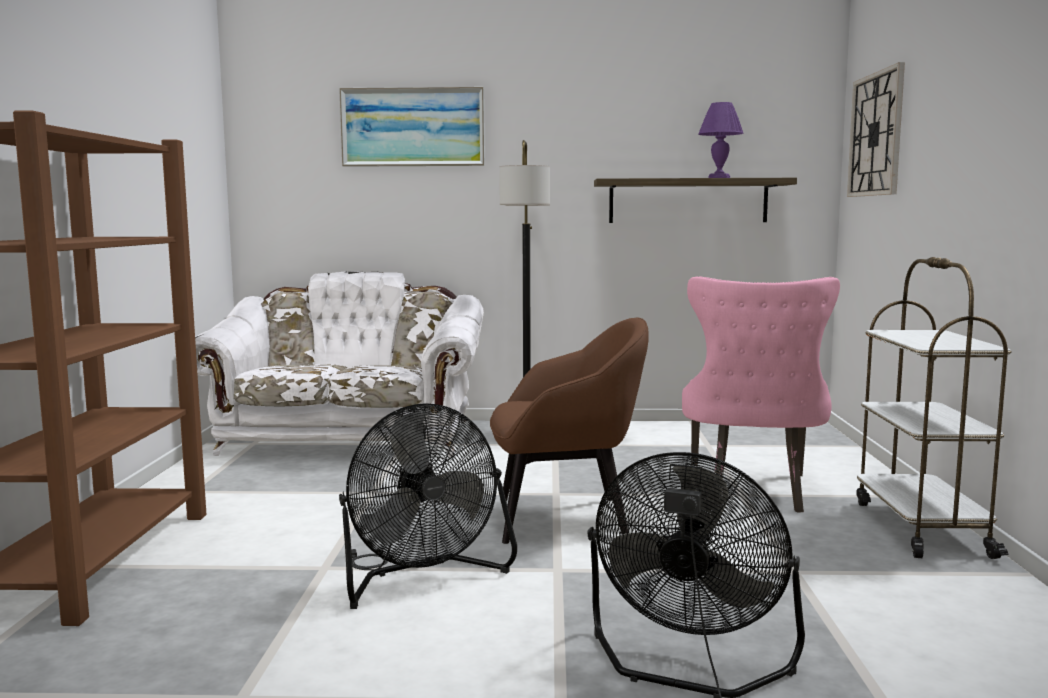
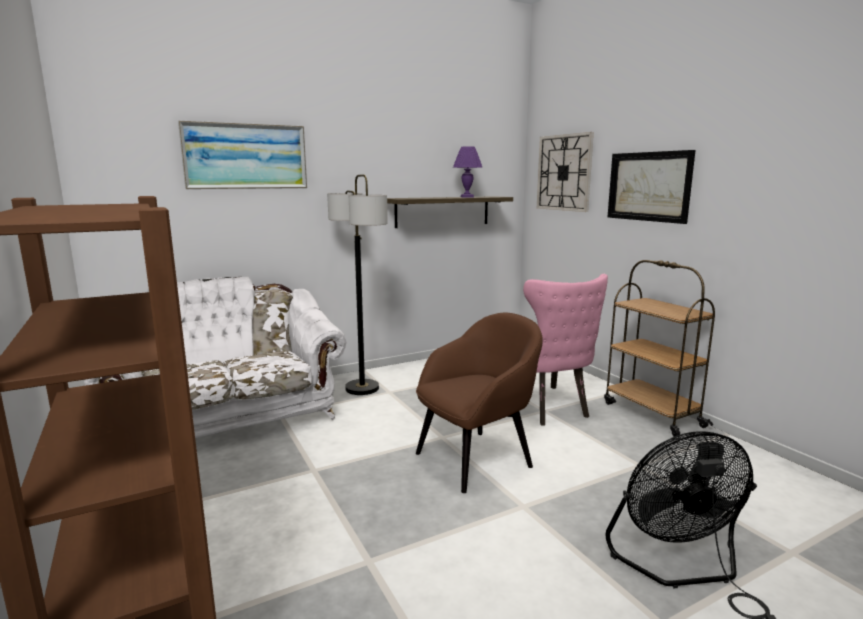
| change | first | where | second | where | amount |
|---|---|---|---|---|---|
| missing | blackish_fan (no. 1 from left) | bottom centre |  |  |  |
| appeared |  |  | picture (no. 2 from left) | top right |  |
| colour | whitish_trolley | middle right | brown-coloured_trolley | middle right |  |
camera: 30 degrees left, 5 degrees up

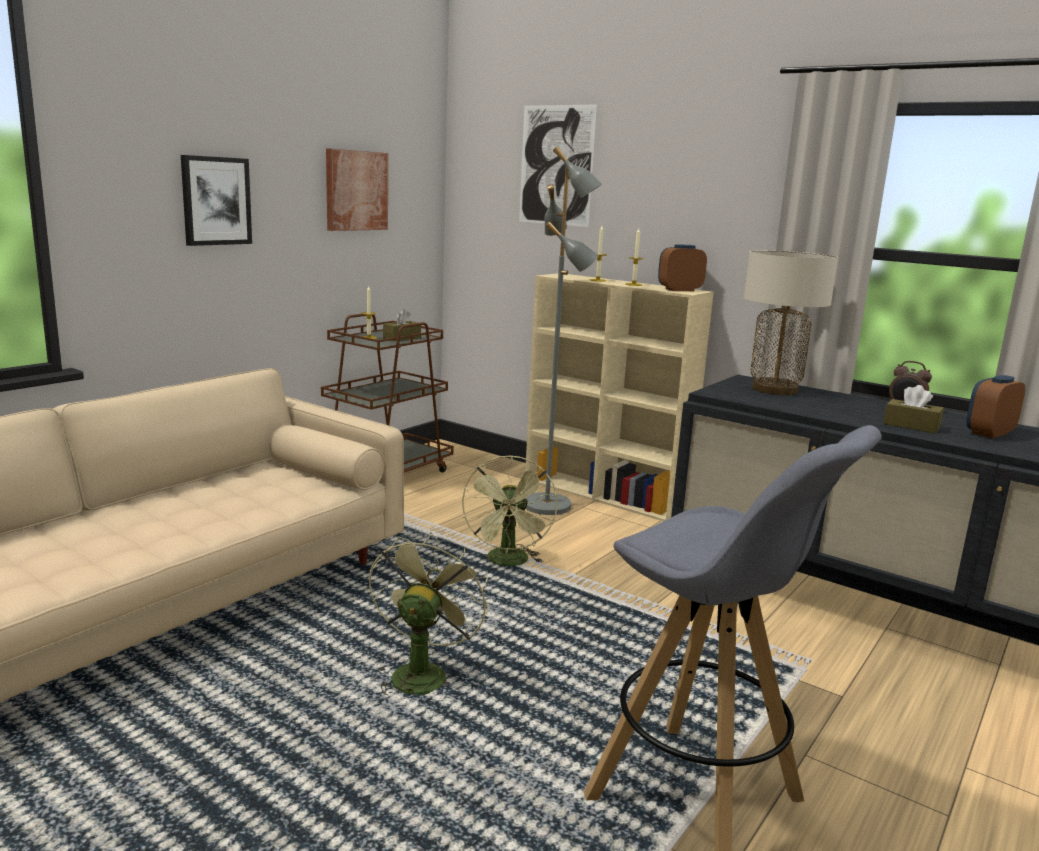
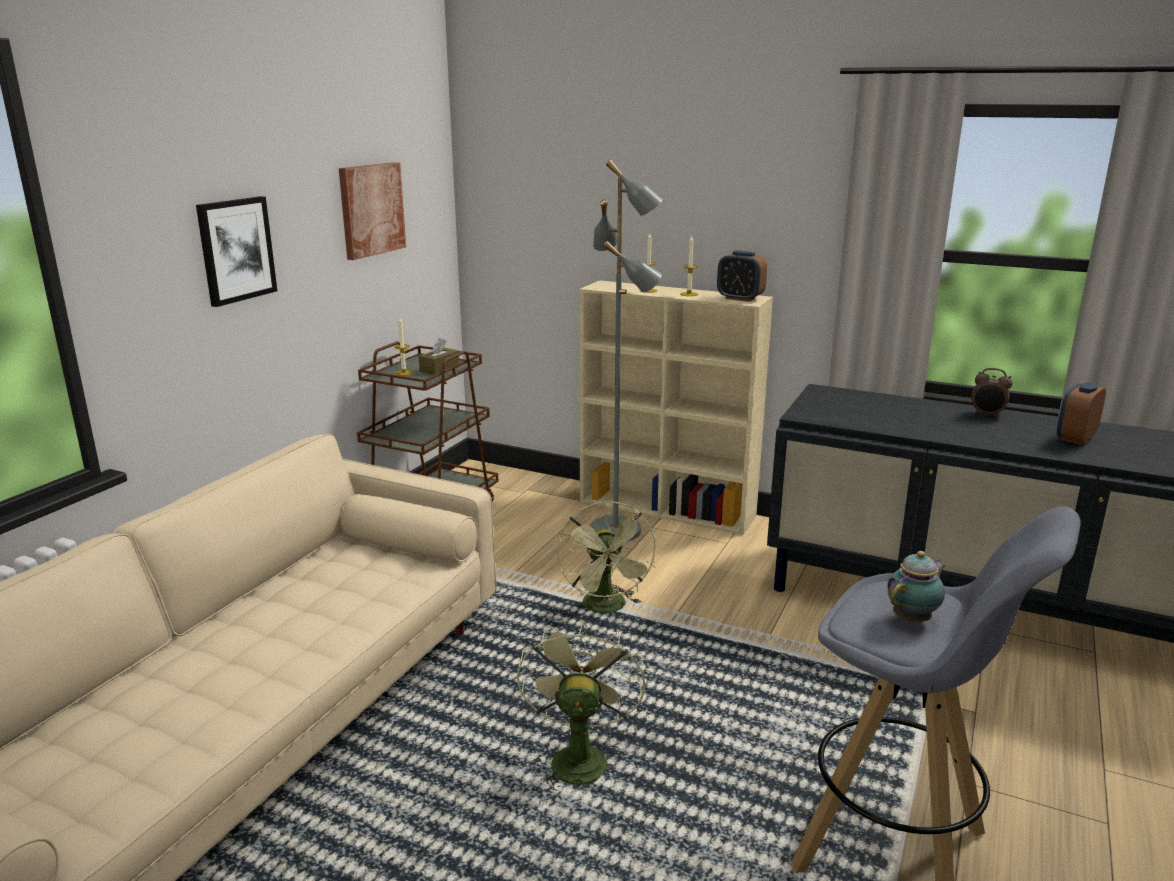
| change | first | where | second | where | amount |
|---|---|---|---|---|---|
| missing | picture (no. 3 from left) | top centre |  |  |  |
| missing | tabletop_lamp | middle right |  |  |  |
| missing | brown-coloured_tissue_holder (no. 2 from left) | middle right |  |  |  |
| appeared |  |  | tea_pot | middle right |  |
| spun | alarm_clock (no. 1 from left) | top centre |  | top centre | 120 degrees counterclockwise |
camera: 10 degrees left, 5 degrees up

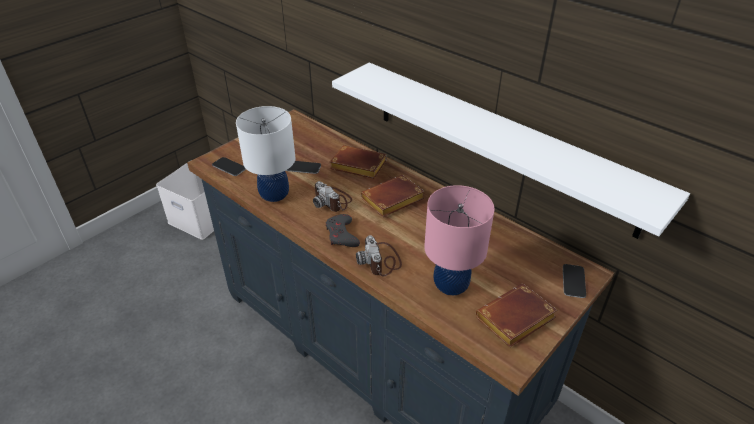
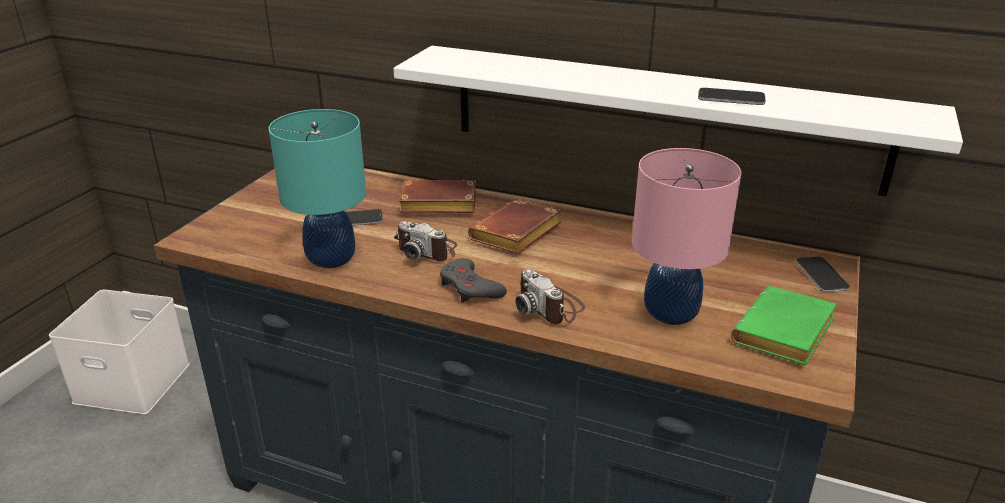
| change | first | where | second | where | amount |
|---|---|---|---|---|---|
| relocated | phone (no. 1 from left in the first image) | middle left | phone (no. 2 from left) | top right |  |
| colour | whitish_tabletop_lamp | centre | turquoise_tabletop_lamp | middle left |  |
| colour | brown-coloured_volume (no. 3 from left) | bottom right | green_volume | middle right |  |
camera: 20 degrees left, 10 degrees down

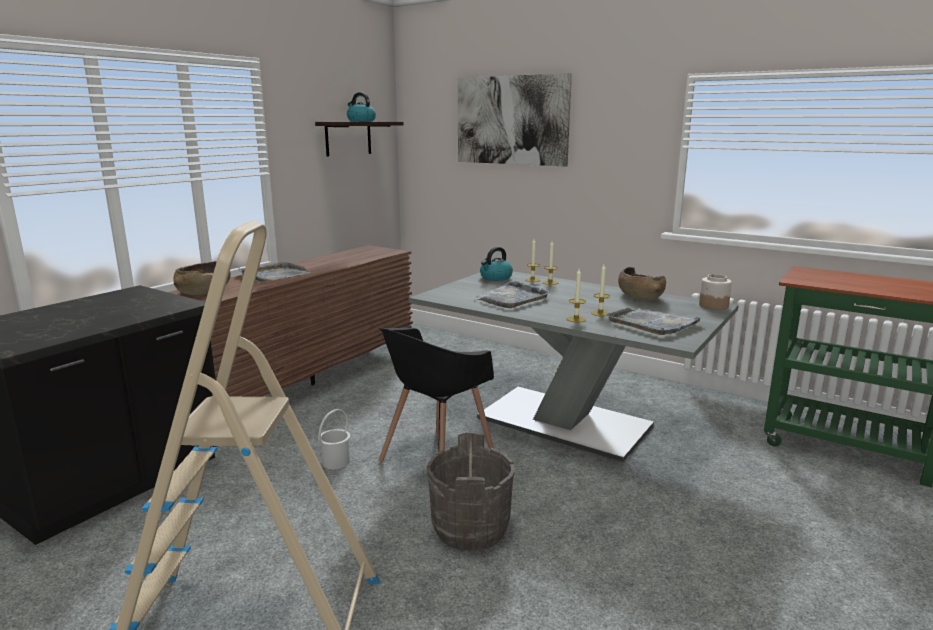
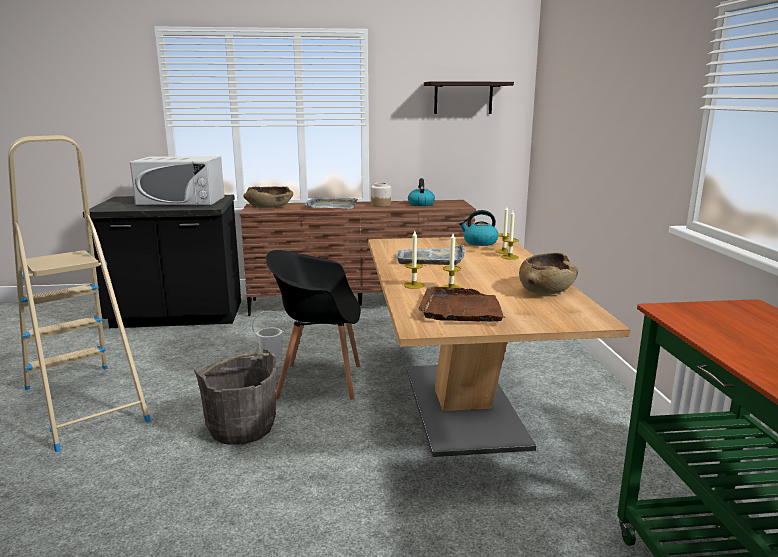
| change | first | where | second | where | amount |
|---|---|---|---|---|---|
| missing | picture | top centre |  |  |  |
| appeared |  |  | whitish_kitchen_microwave | top left |  |
| relocated | tea_kettle (no. 1 from left) | top centre |  | centre |  |
| relocated | jar | middle right |  | centre |  |
| colour | grey_dinner_table | centre | brown-coloured_dinner_table | centre |  |
| colour | grey_carrying_tray (no. 3 from left) | middle right | brown-coloured_carrying_tray | centre |  |
camera: 50 degrees right, 0 degrees up

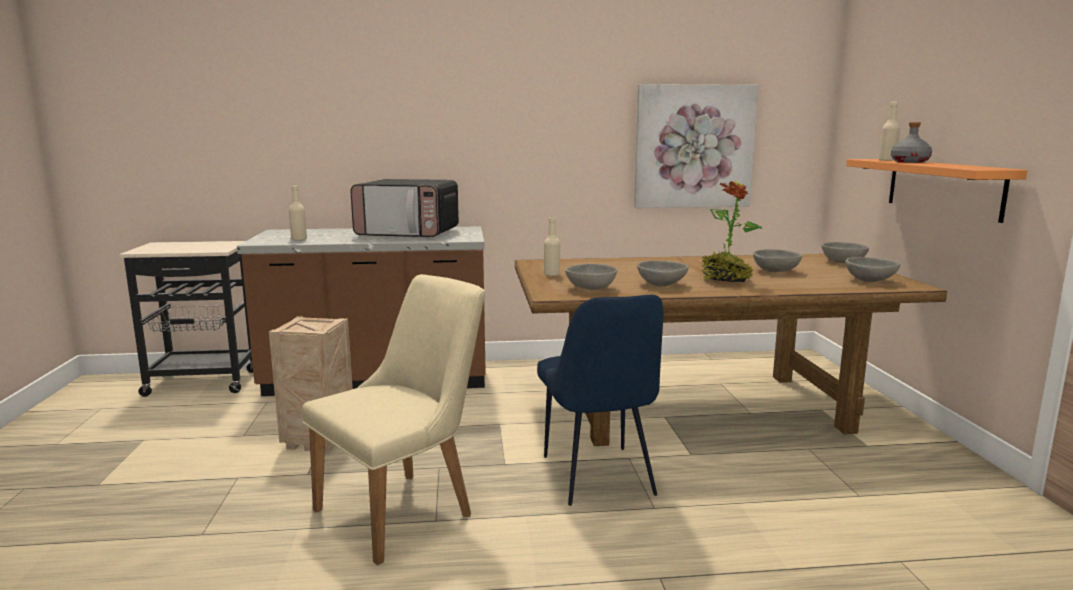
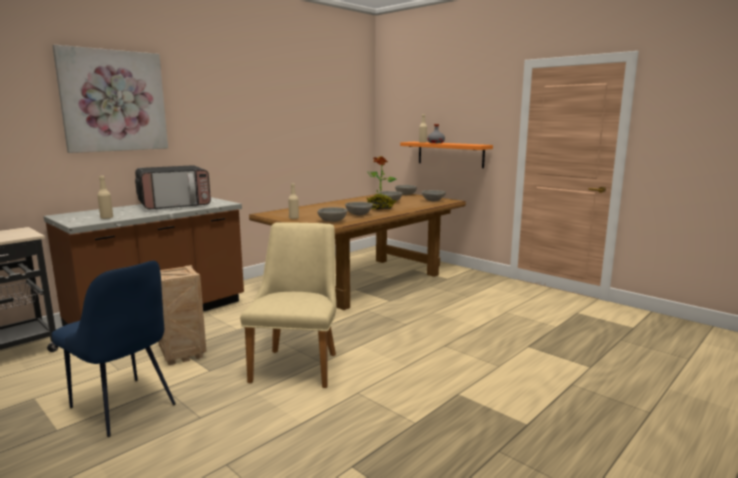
| change | first | where | second | where | amount |
|---|---|---|---|---|---|
| relocated | bluish_upright_chair | bottom centre |  | bottom left |  |
| relocated | picture | top centre |  | top left |  |
camera: 40 degrees left, 0 degrees up

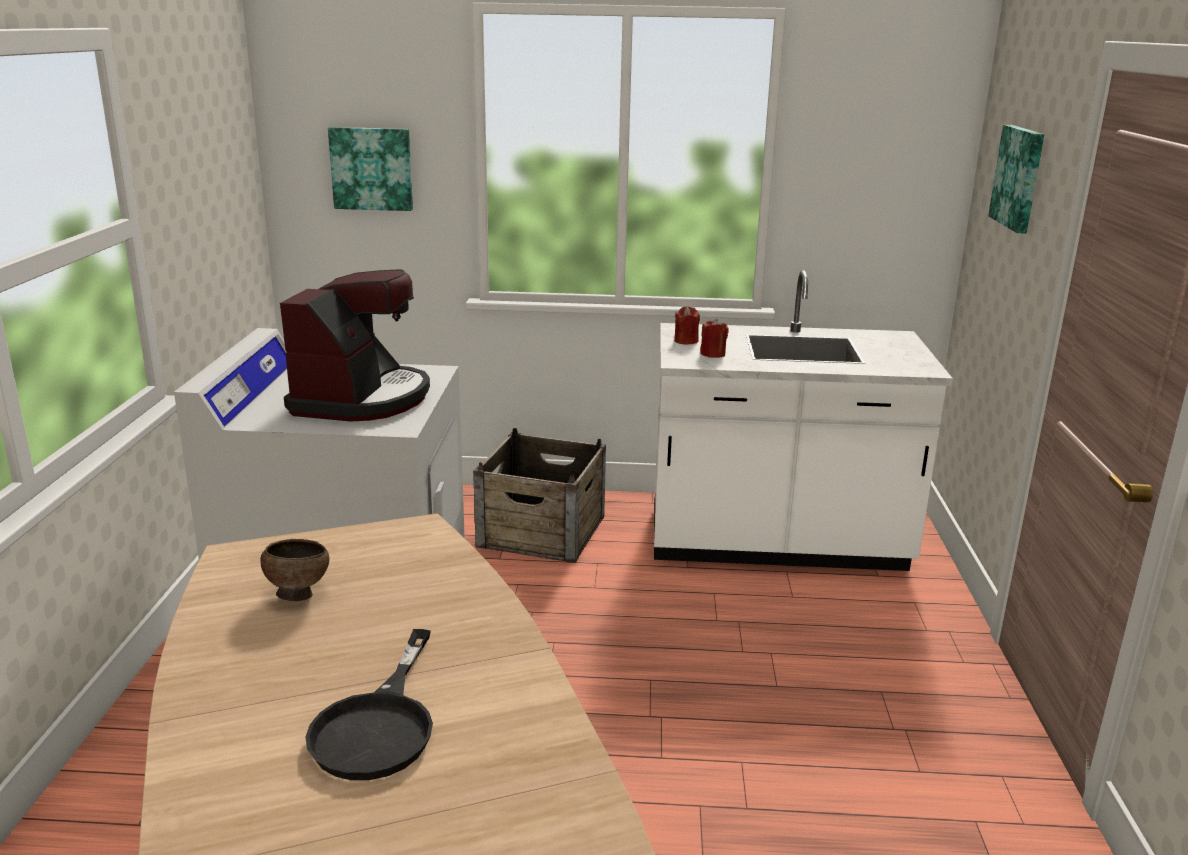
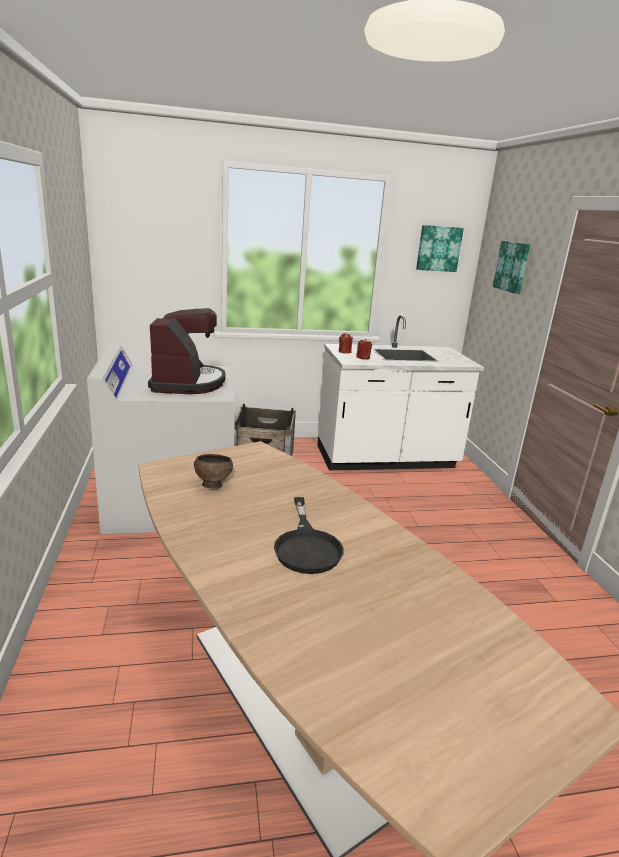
| change | first | where | second | where | amount |
|---|---|---|---|---|---|
| relocated | picture (no. 1 from left) | top left |  | top right |  |
camera: 15 degrees left, 0 degrees up

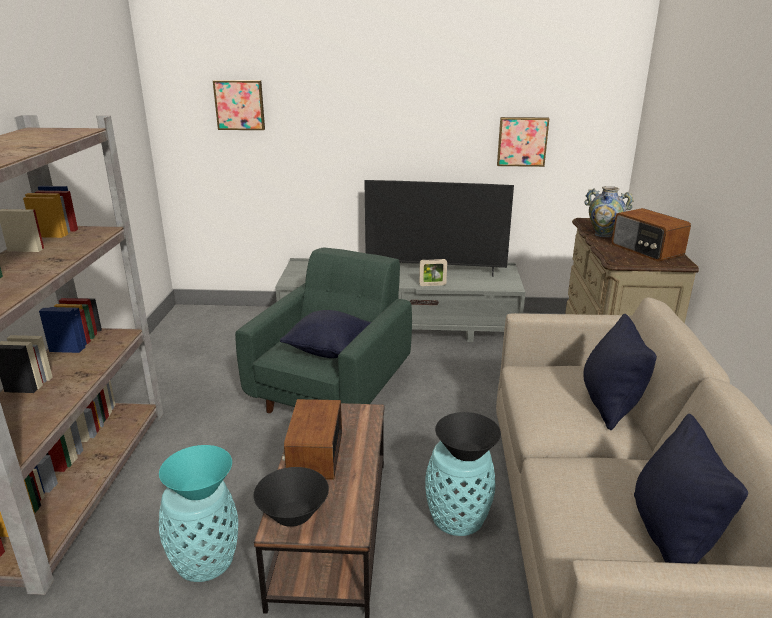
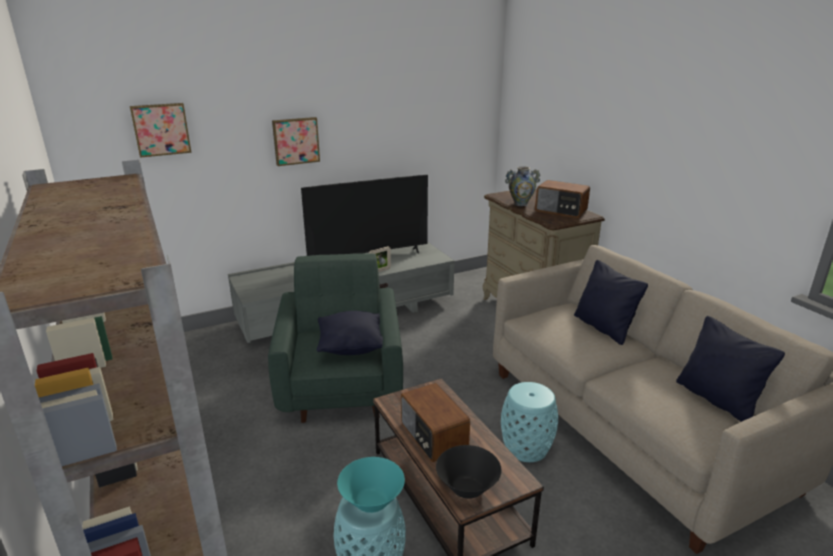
| change | first | where | second | where | amount |
|---|---|---|---|---|---|
| missing | blackish_deep_dish (no. 2 from left) | bottom centre |  |  |  |
| relocated | picture (no. 2 from left) | top right |  | top centre |  |
camera: 30 degrees left, 0 degrees up

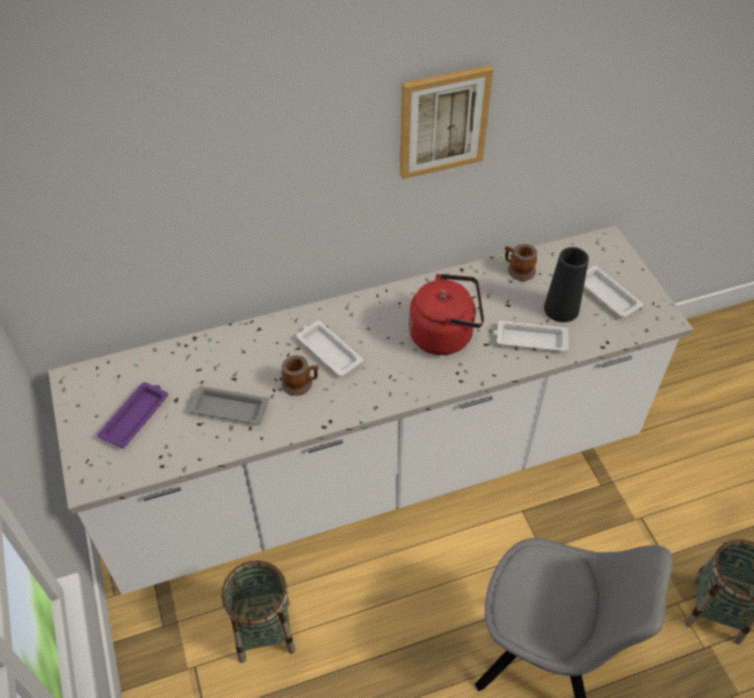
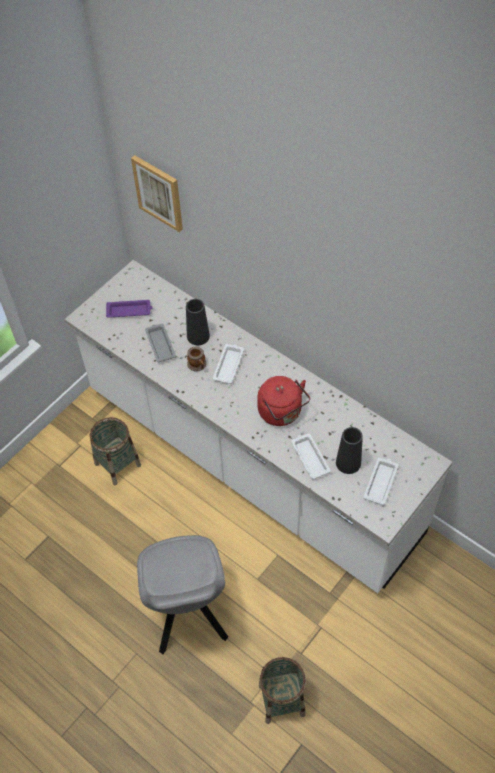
| change | first | where | second | where | amount |
|---|---|---|---|---|---|
| missing | coffee_mug (no. 2 from left) | middle right |  |  |  |
| appeared |  |  | blackish_decorative_vase (no. 1 from left) | centre |  |
| relocated | picture | top centre |  | top left |  |
camera: 60 degrees right, 5 degrees up

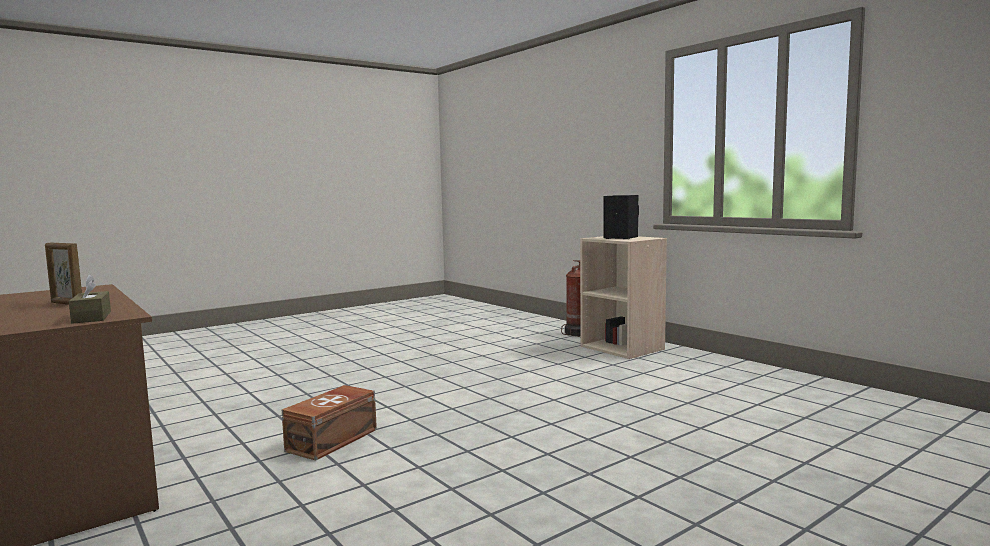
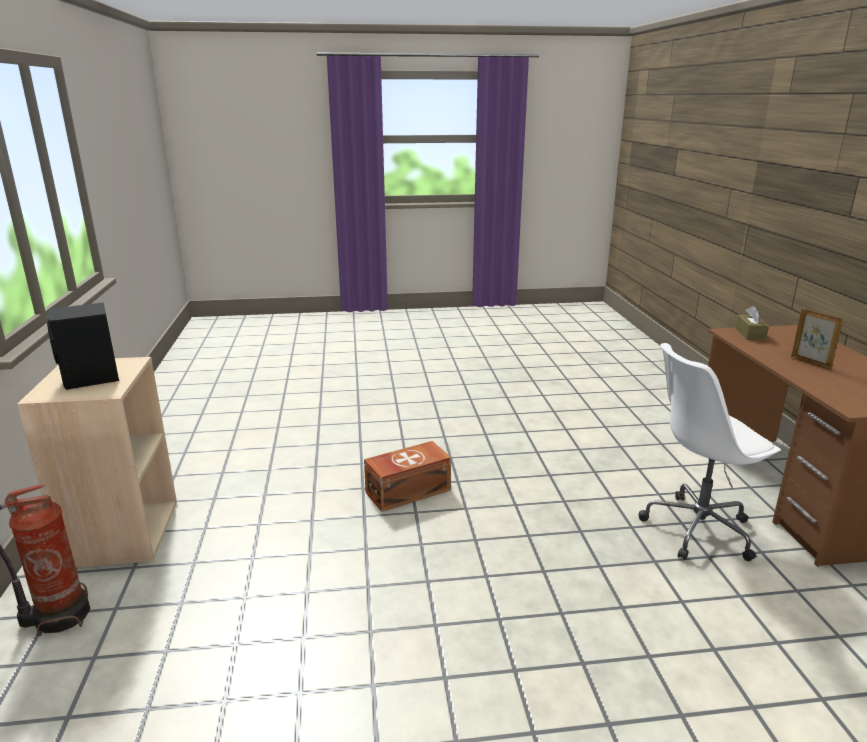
| change | first | where | second | where | amount |
|---|---|---|---|---|---|
| appeared |  |  | whitish_computer_chair | middle right |  |
| relocated | brown-coloured_storage_box | bottom left |  | centre |  |
camera: 150 degrees left, 15 degrees up

